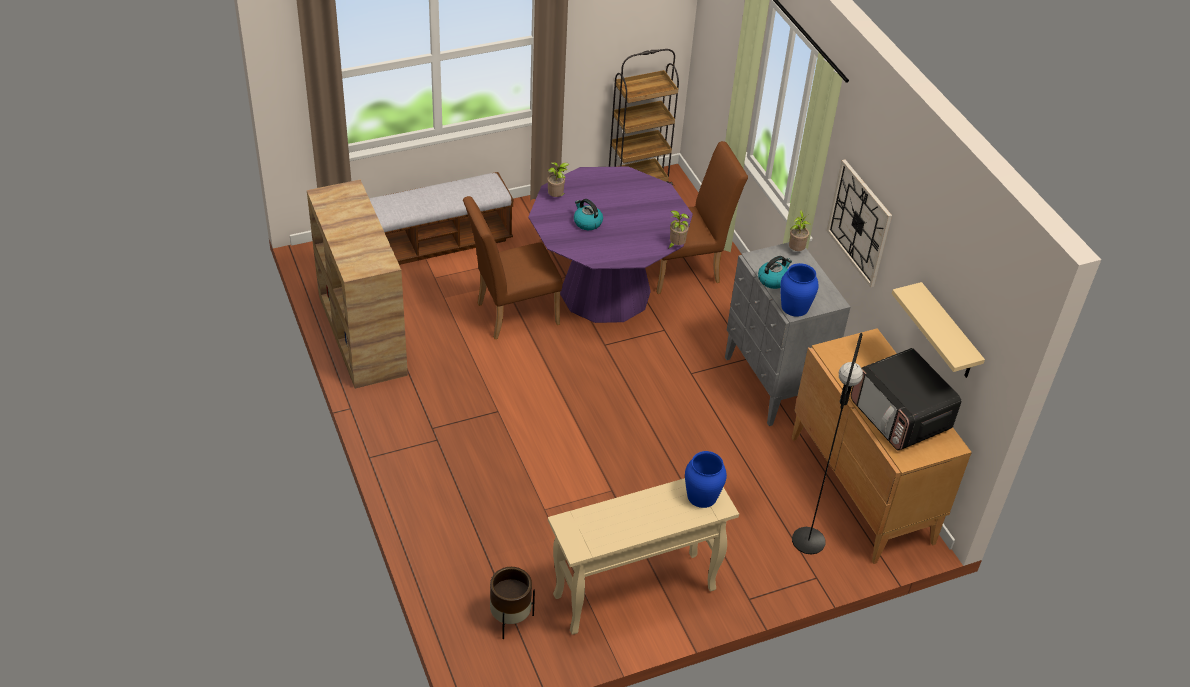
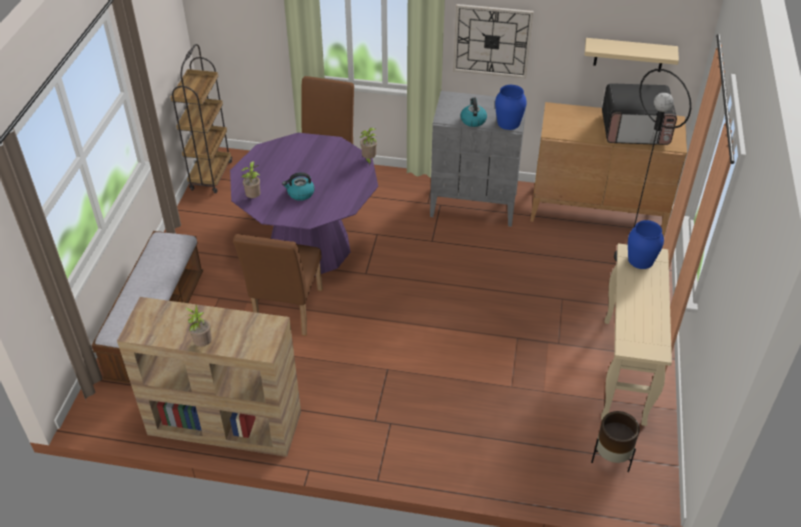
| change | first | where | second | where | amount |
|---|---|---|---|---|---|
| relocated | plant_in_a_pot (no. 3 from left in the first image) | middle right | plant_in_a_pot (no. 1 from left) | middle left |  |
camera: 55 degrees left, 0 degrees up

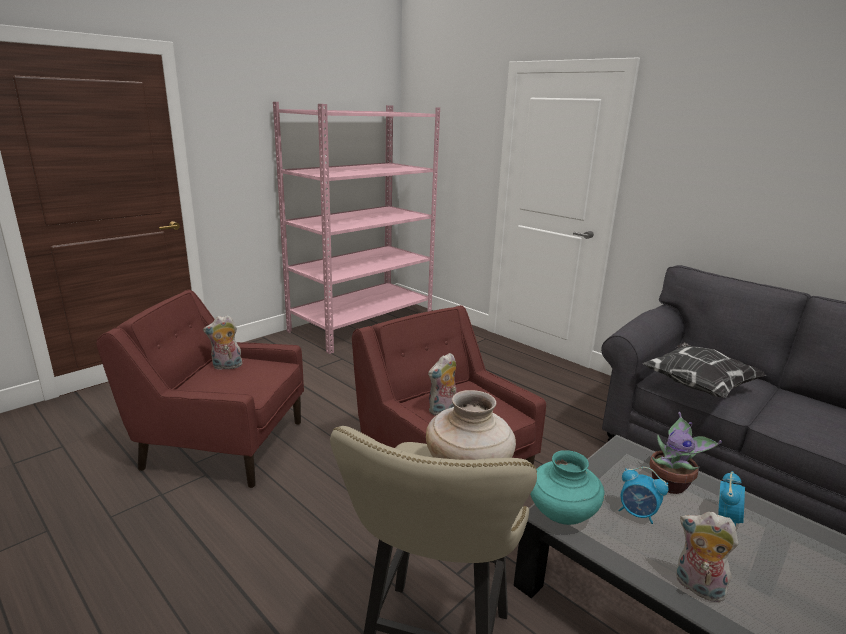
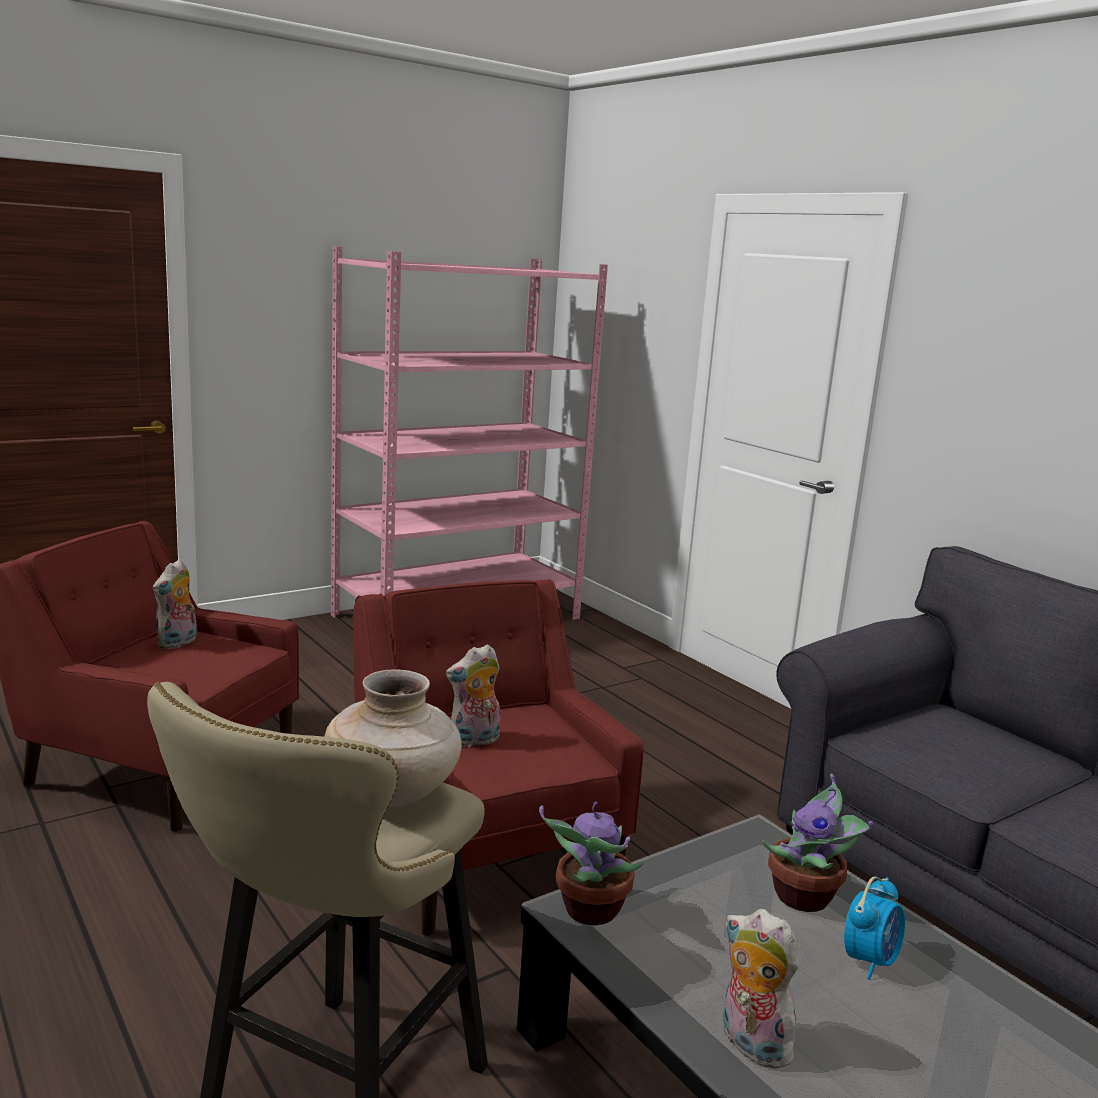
| change | first | where | second | where | amount |
|---|---|---|---|---|---|
| missing | alarm_clock (no. 1 from left) | bottom right |  |  |  |
| missing | pillow | middle right |  |  |  |
| exchanged | turquoise_decorative_vase | bottom right | plant_in_a_pot (no. 1 from left) | bottom centre |  |
| spun | plush_toy (no. 1 from left) | middle left |  | middle left | 60 degrees counterclockwise |
camera: 10 degrees right, 5 degrees down

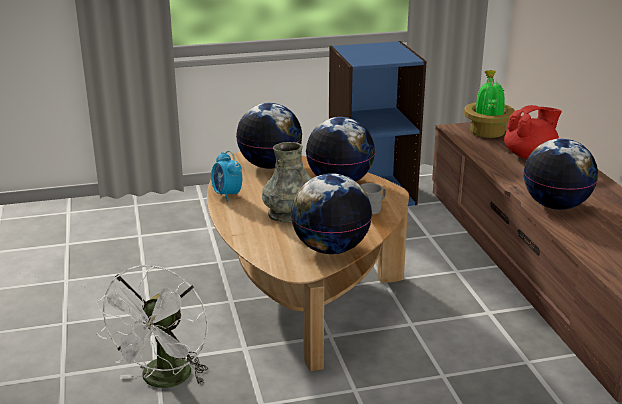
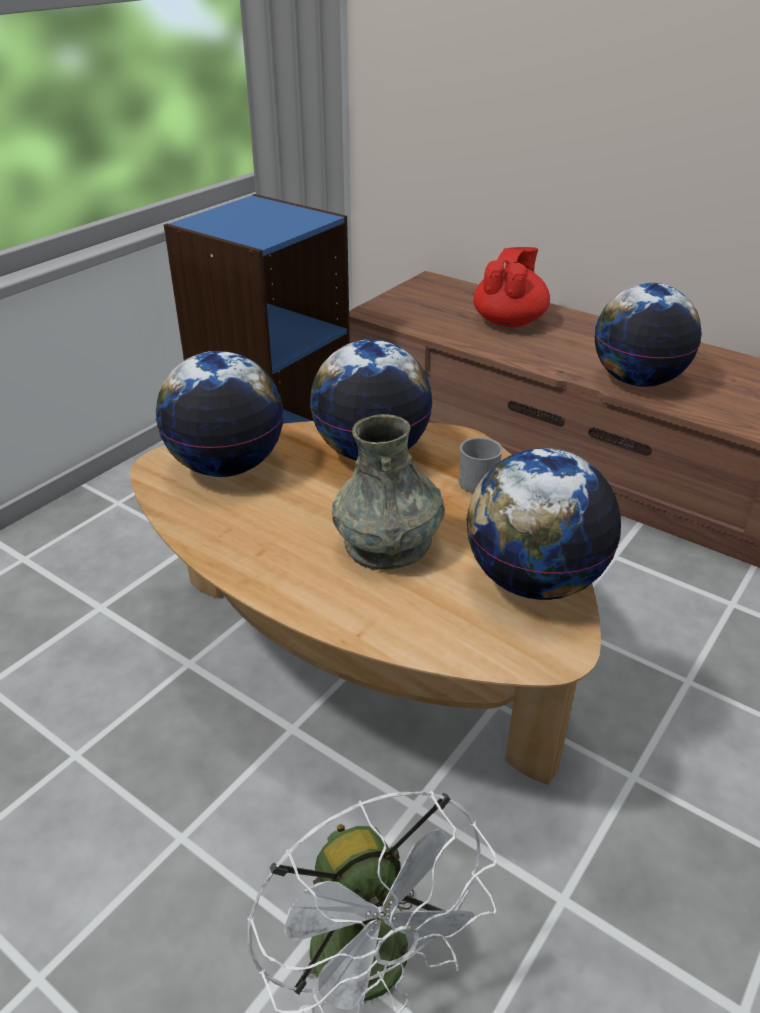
| change | first | where | second | where | amount |
|---|---|---|---|---|---|
| missing | alarm_clock | centre |  |  |  |
| missing | plant_in_a_pot | top right |  |  |  |
camera: 40 degrees left, 10 degrees up

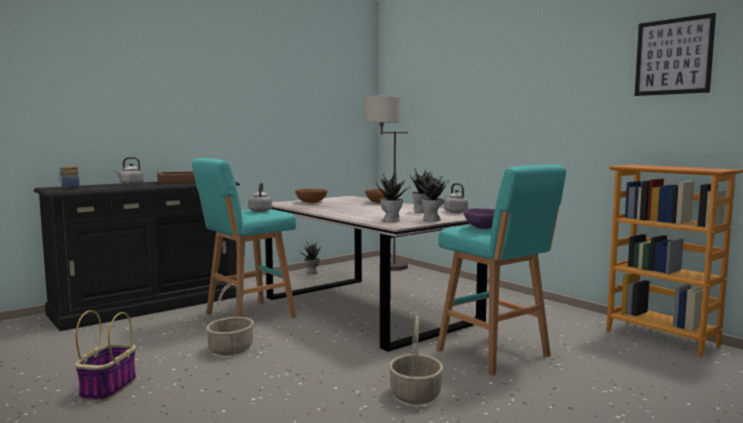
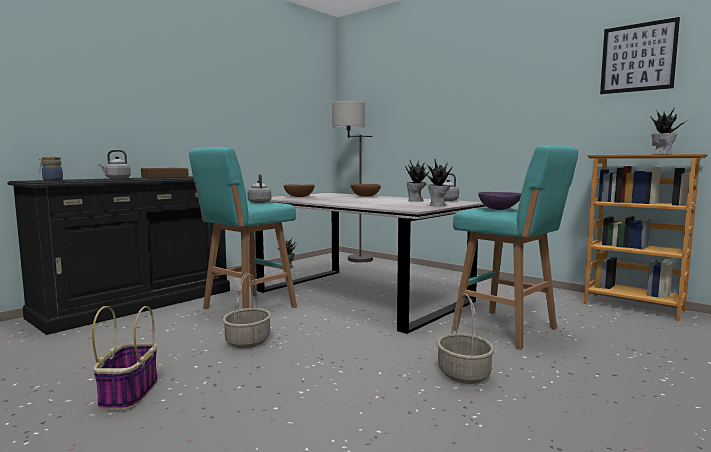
| change | first | where | second | where | amount |
|---|---|---|---|---|---|
| relocated | plant_in_a_pot (no. 2 from left in the first image) | centre | plant_in_a_pot (no. 4 from left) | top right |  |
camera: 10 degrees left, 0 degrees up

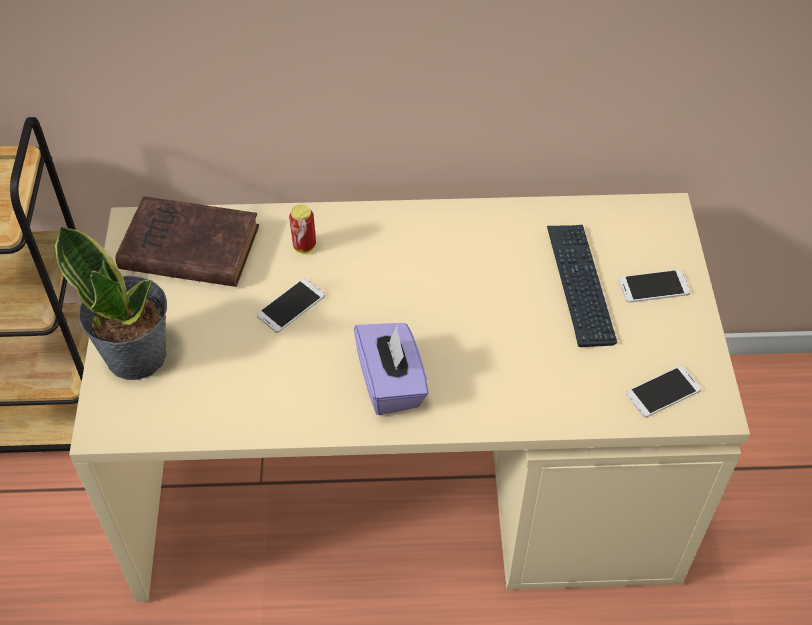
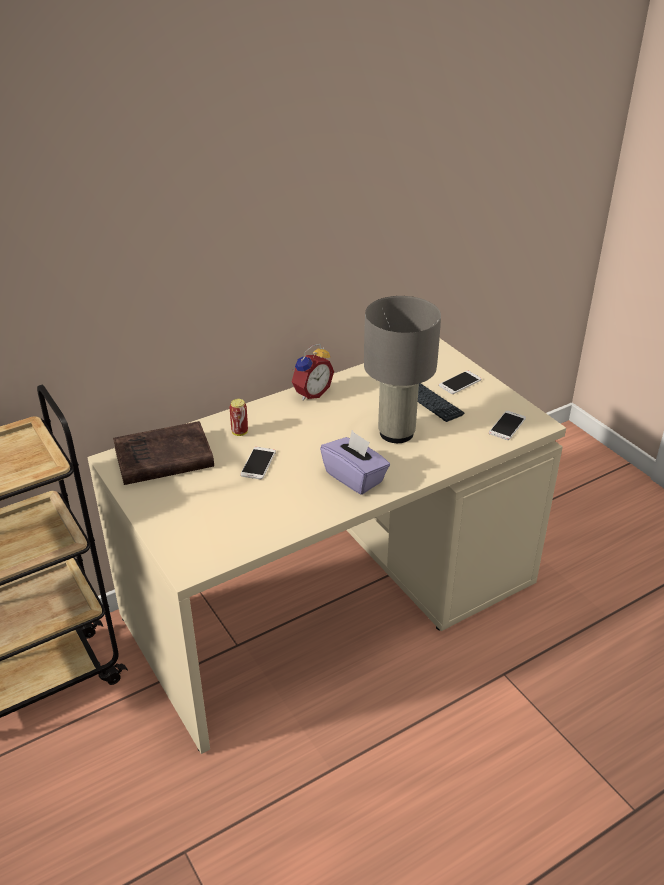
| change | first | where | second | where | amount |
|---|---|---|---|---|---|
| missing | plant_in_a_pot | middle left |  |  |  |
| appeared |  |  | alarm_clock | centre |  |
| appeared |  |  | grey_tabletop_lamp | centre |  |
camera: 30 degrees left, 15 degrees down

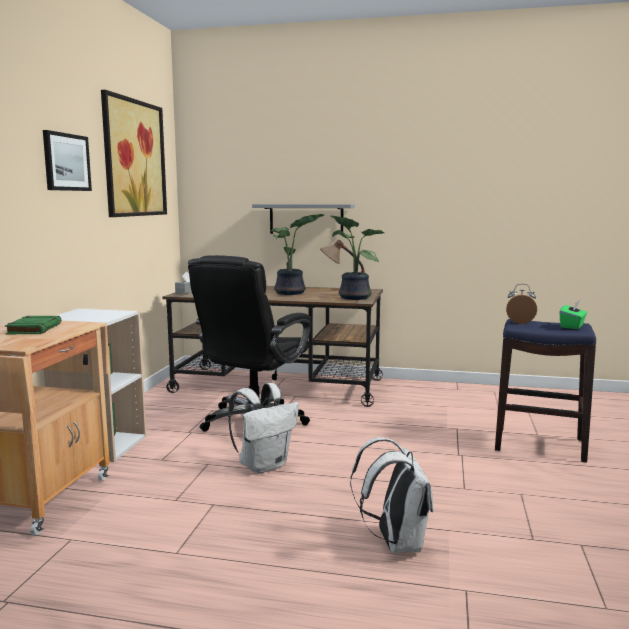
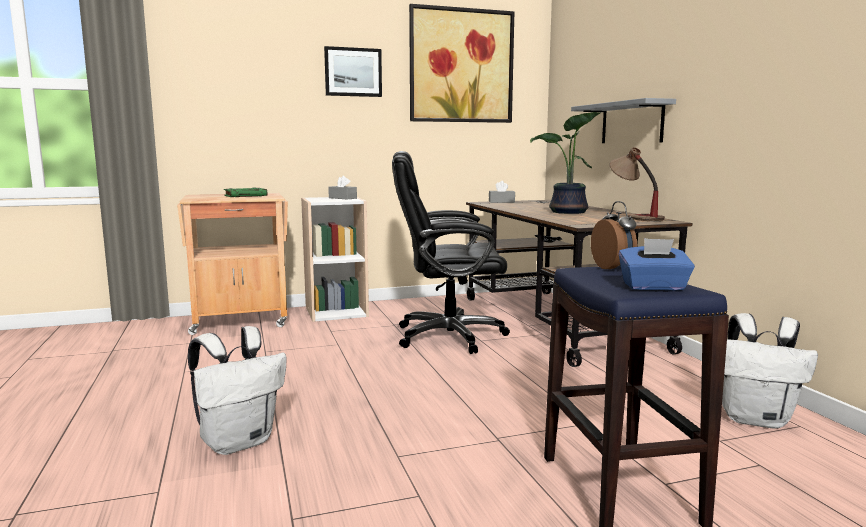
| change | first | where | second | where | amount |
|---|---|---|---|---|---|
| missing | plant_in_a_pot (no. 2 from left) | centre |  |  |  |
| appeared |  |  | grey_tissue_holder (no. 1 from left) | centre |  |
| relocated | whitish_rucksack (no. 1 from left in the first image) | bottom centre | whitish_rucksack (no. 2 from left) | bottom right |  |
| colour | green_tissue_holder | middle right | bluish_tissue_holder | middle right |  |
camera: 60 degrees right, 0 degrees up

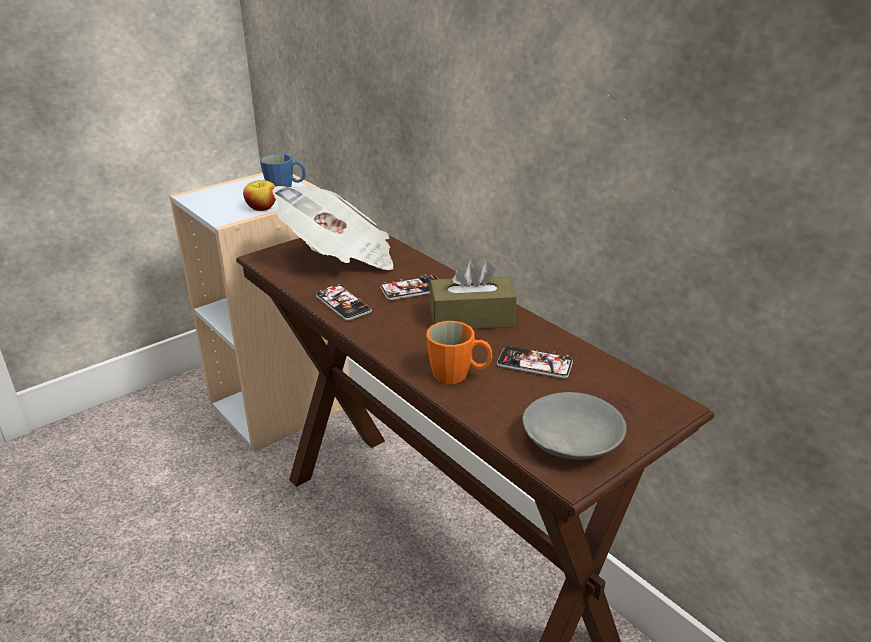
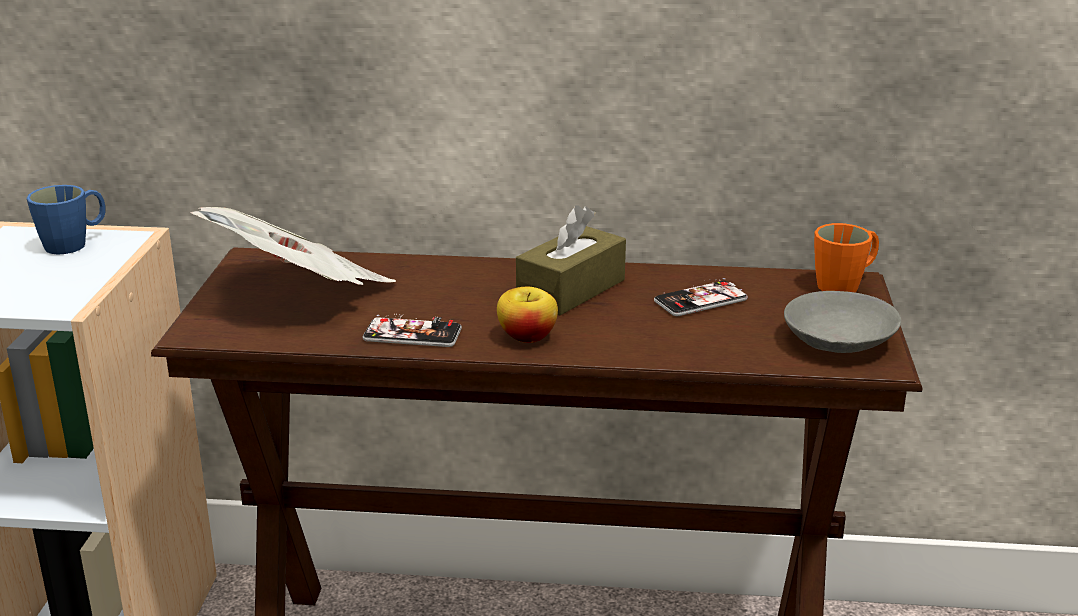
| change | first | where | second | where | amount |
|---|---|---|---|---|---|
| missing | phone (no. 2 from left) | centre |  |  |  |
| relocated | apple | top left |  | centre |  |
| relocated | orange-coloured_coffee_mug | centre |  | middle right |  |
camera: 45 degrees left, 5 degrees down

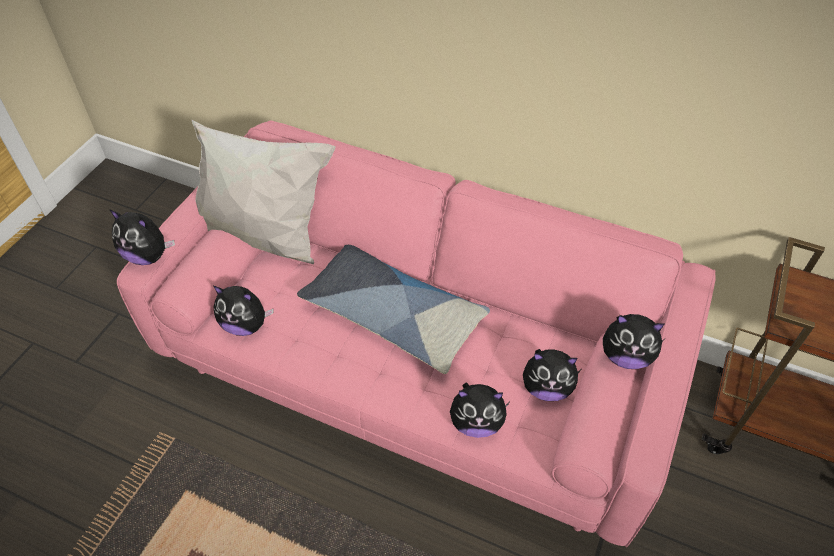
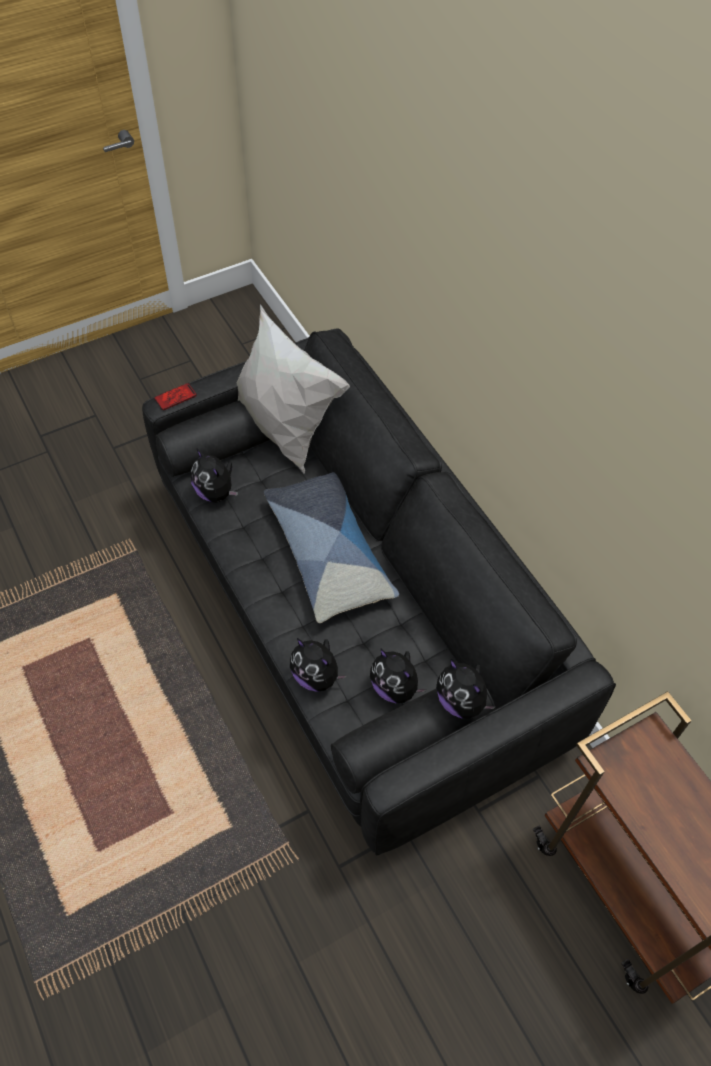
| change | first | where | second | where | amount |
|---|---|---|---|---|---|
| exchanged | plush_toy (no. 1 from left) | middle left | phone | middle left |  |
| colour | pink-coloured_sofa | centre | blackish_sofa | centre |  |
camera: 35 degrees right, 5 degrees up

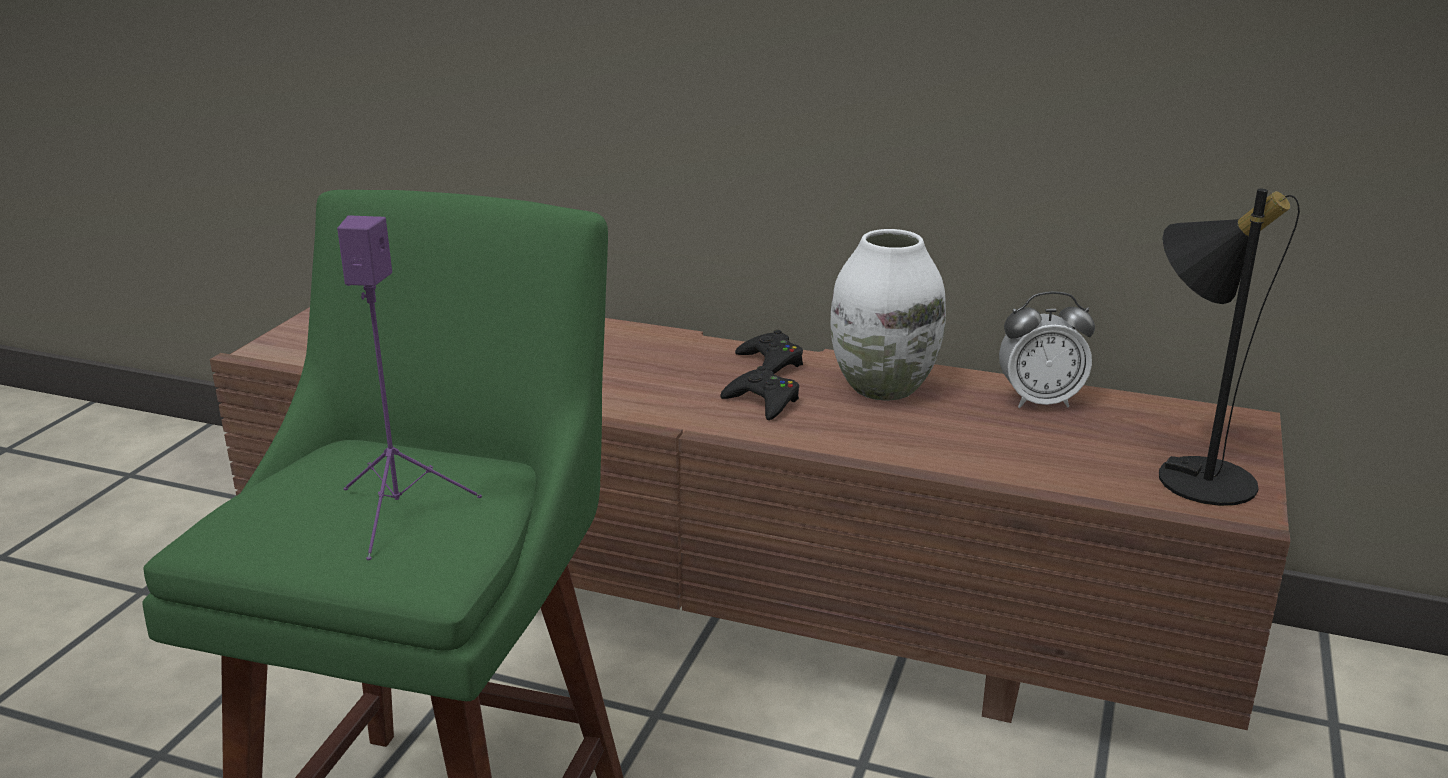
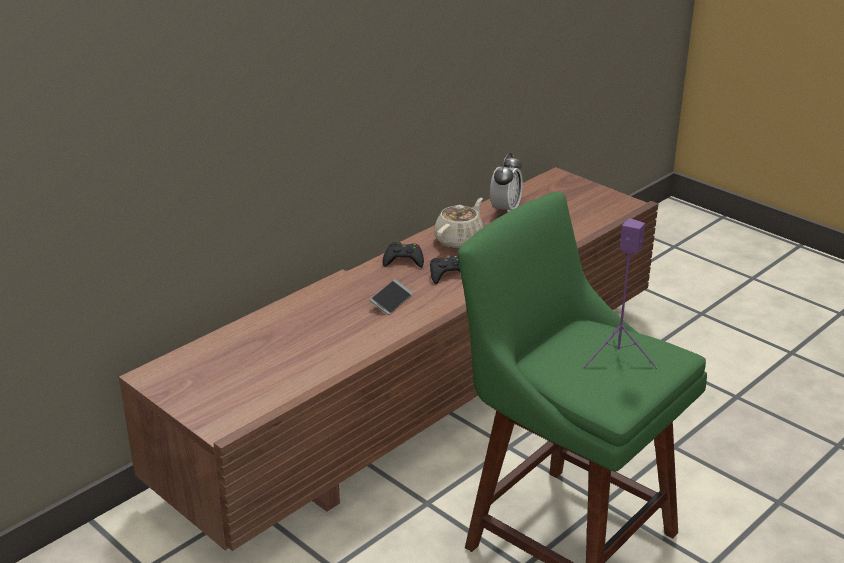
| change | first | where | second | where | amount |
|---|---|---|---|---|---|
| missing | blackish_tabletop_lamp | middle right |  |  |  |
| appeared |  |  | phone | centre |  |
| exchanged | whitish_decorative_vase | centre | beige_tea_pot | centre |  |
camera: 65 degrees left, 5 degrees up

